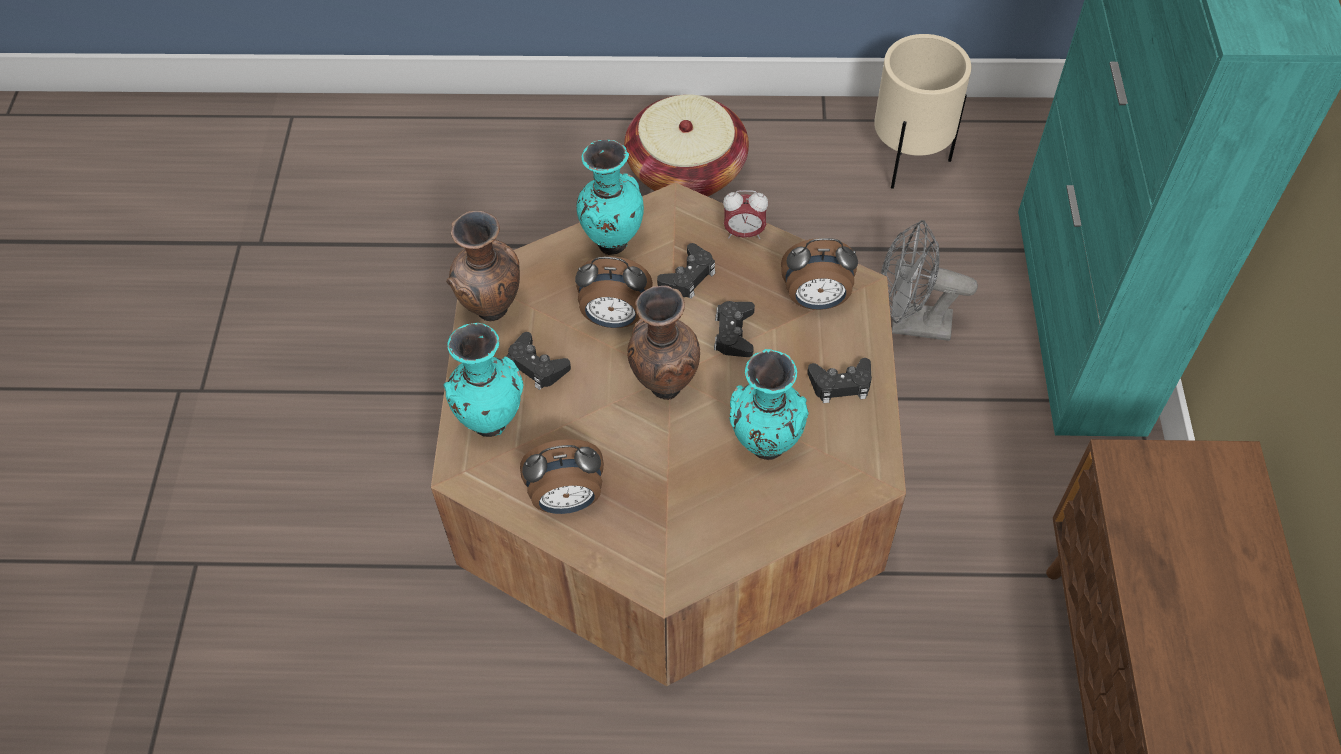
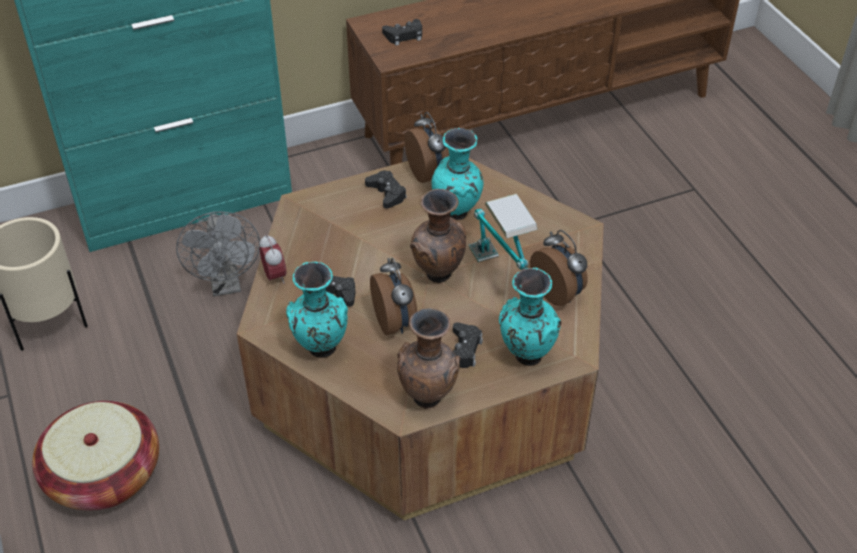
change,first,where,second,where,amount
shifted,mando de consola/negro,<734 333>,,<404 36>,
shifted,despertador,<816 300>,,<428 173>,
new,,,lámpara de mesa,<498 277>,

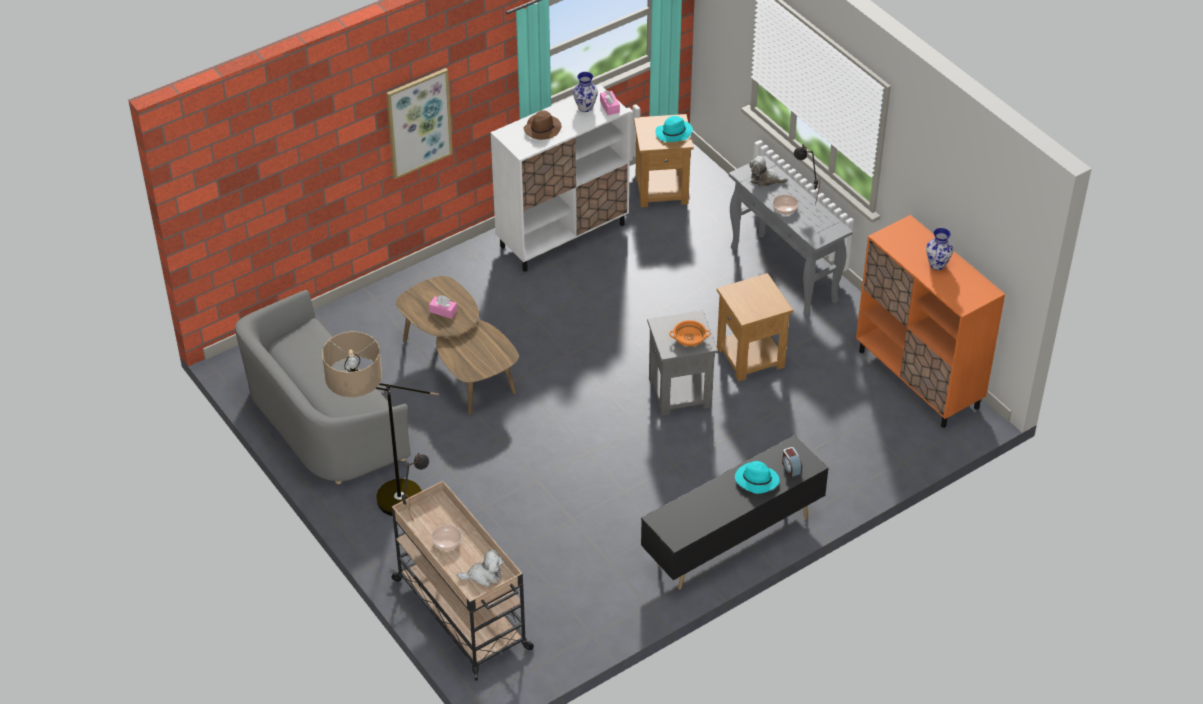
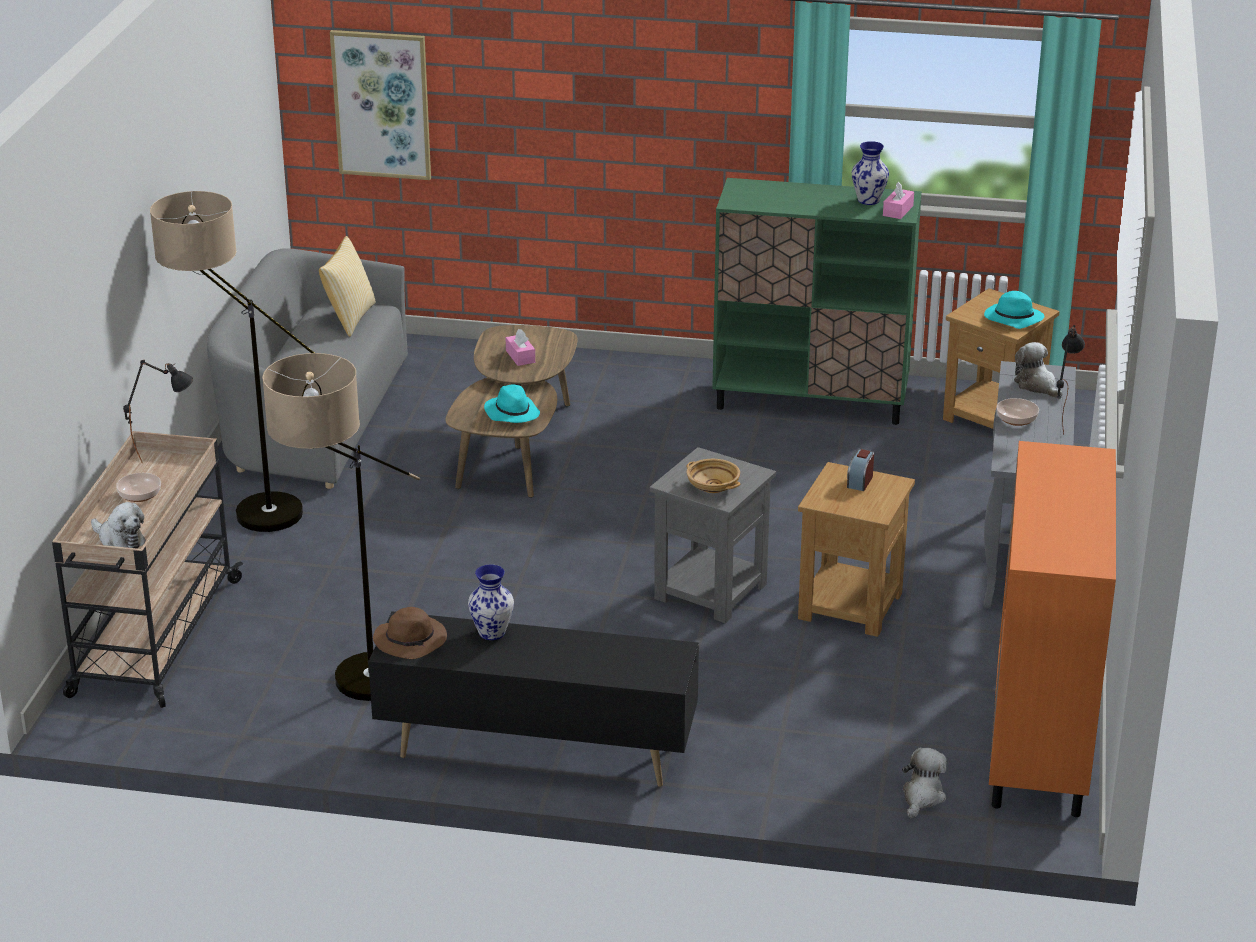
change,first,where,second,where,amount
new,,,lámpara de pie,<351 693>,
new,,,cojín,<349 318>,
shifted,cuadro,<418 122>,,<382 104>,
shifted,sombrero/marrón,<542 128>,,<411 640>,
shifted,florero,<937 265>,,<492 633>,
shifted,sombrero/turquesa,<756 480>,,<511 413>,
repainted,cuenco/naranja,<689 339>,cuenco/beis,<712 486>,
repainted,armario/blanco,<563 235>,armario/verde,<811 401>,
shifted,despertador,<791 468>,,<860 481>,
new,,,peluche,<922 797>,

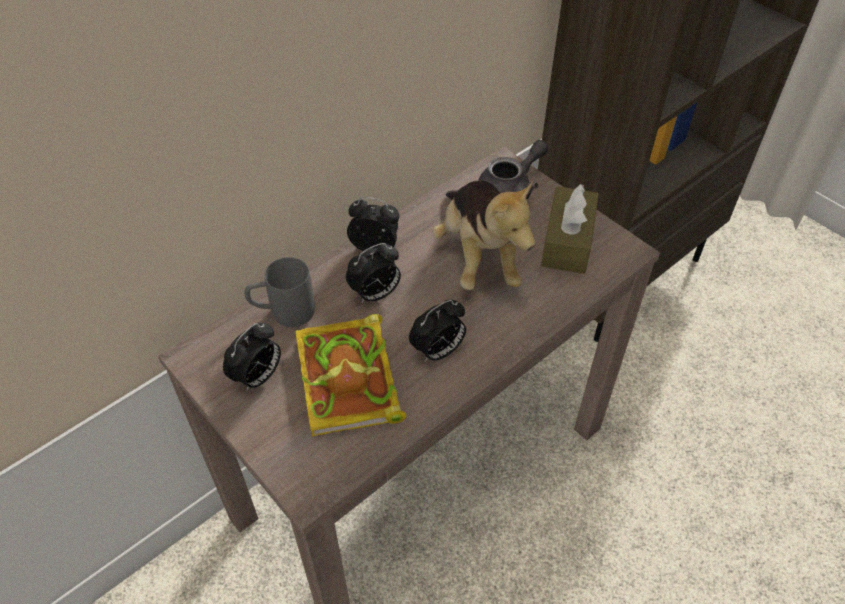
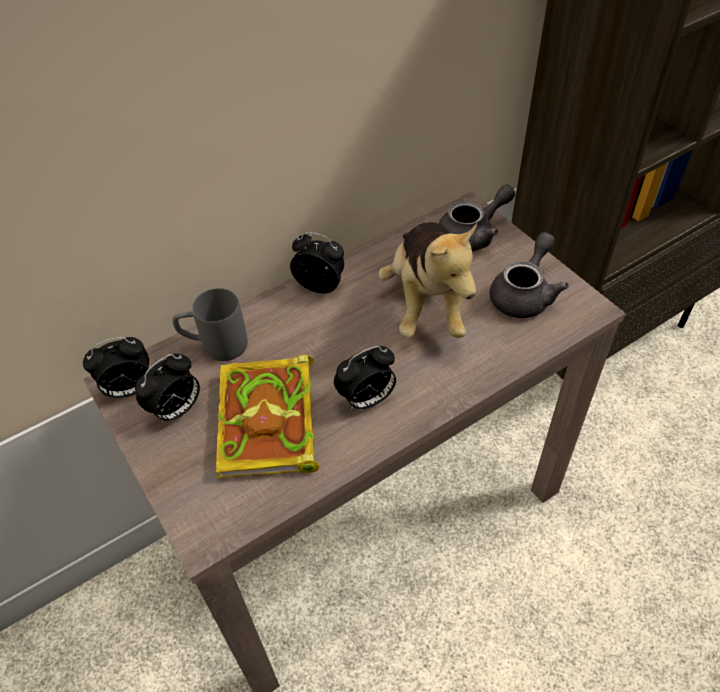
change,first,where,second,where,amount
shifted,despertador,<375 294>,,<129 389>,
swapped,caja de pañuelos/marrón,<567 241>,tetera/gris,<524 294>,

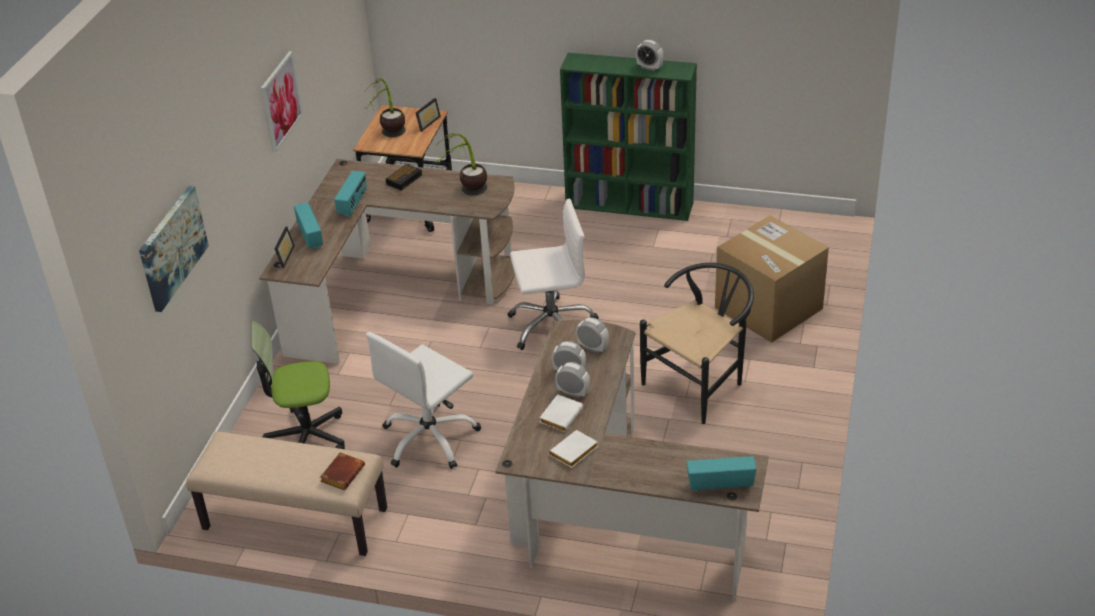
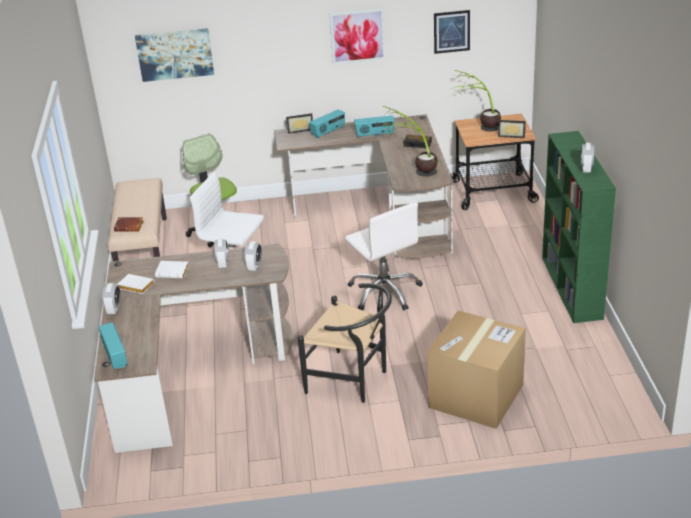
change,first,where,second,where,amount
shifted,despertador,<573 393>,,<114 309>,
new,,,cuadro,<451 31>,

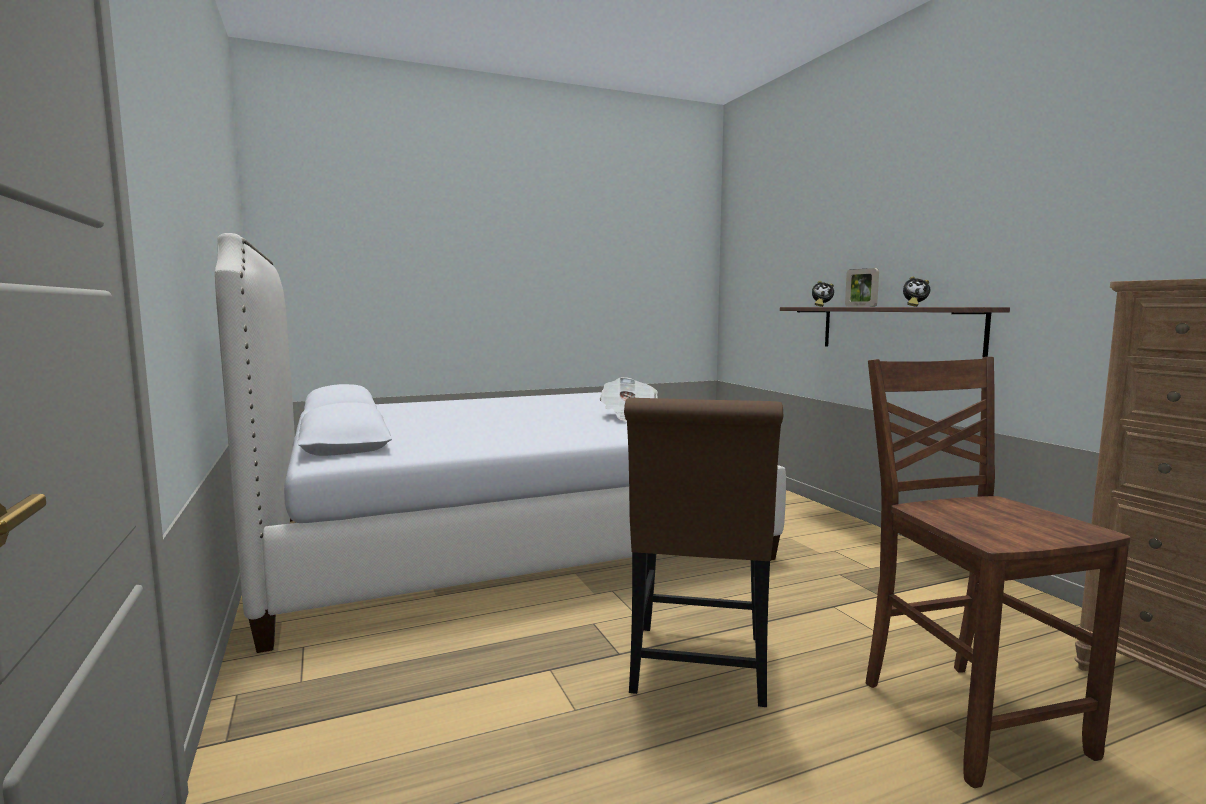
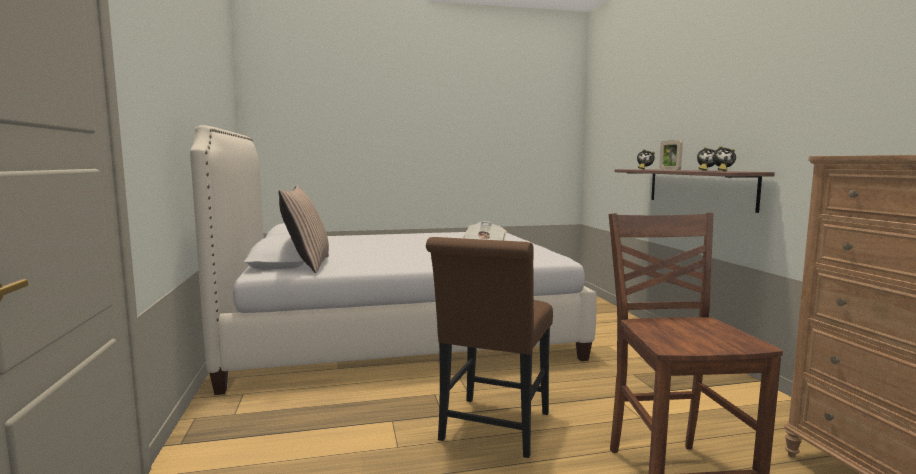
change,first,where,second,where,amount
new,,,cojín,<307 264>,
new,,,despertador,<722 171>,

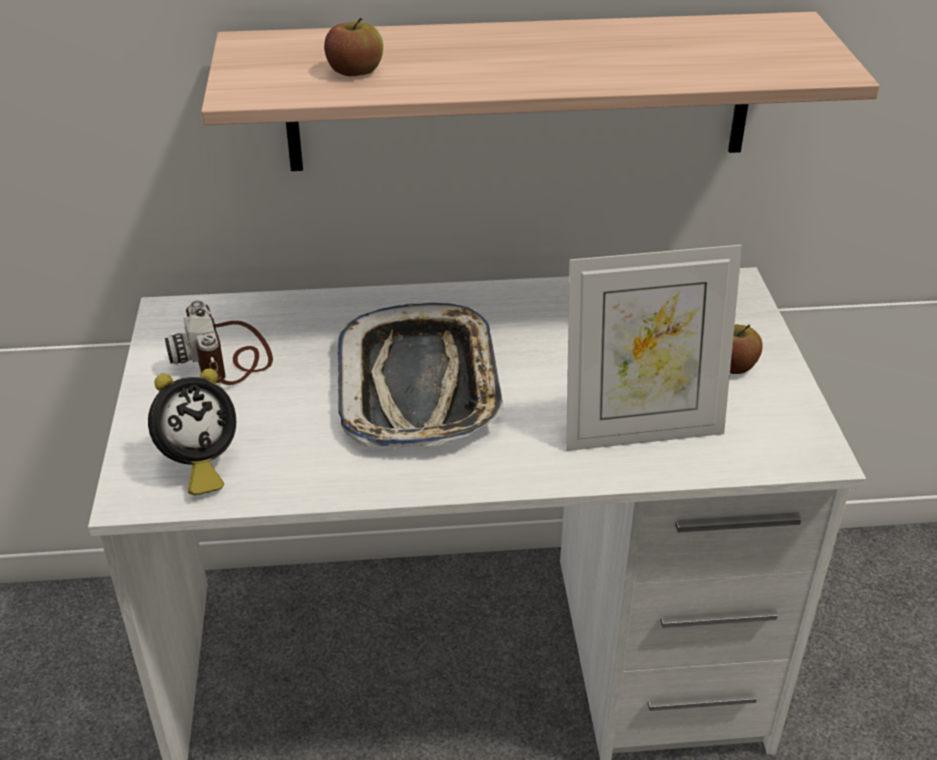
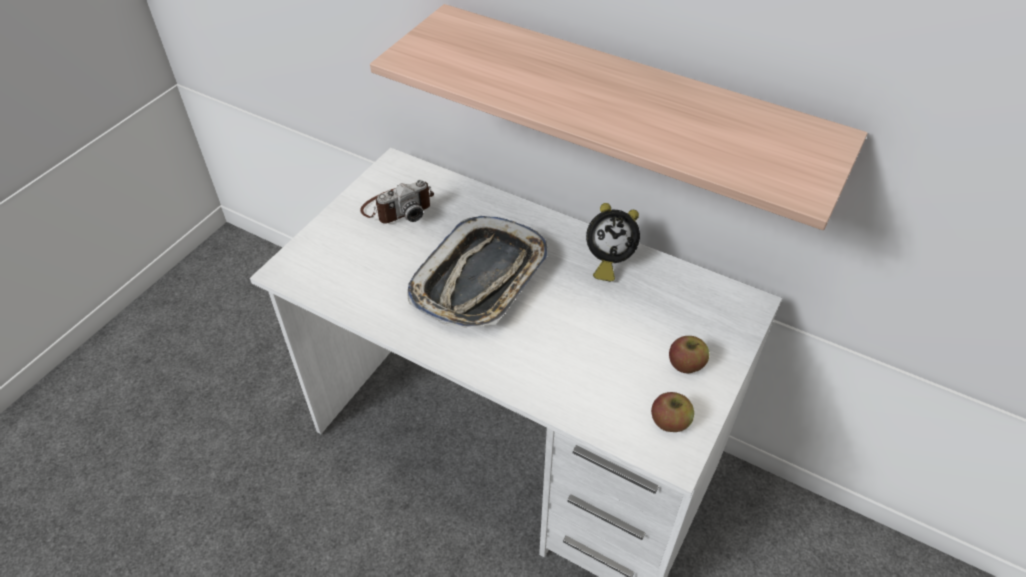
change,first,where,second,where,amount
rotated,cámara,<226 357>,,<398 207>,135 degrees counterclockwise
shifted,despertador,<198 466>,,<607 261>,
shifted,manzana,<355 71>,,<670 421>,
gone,portarretratos,<641 431>,,,

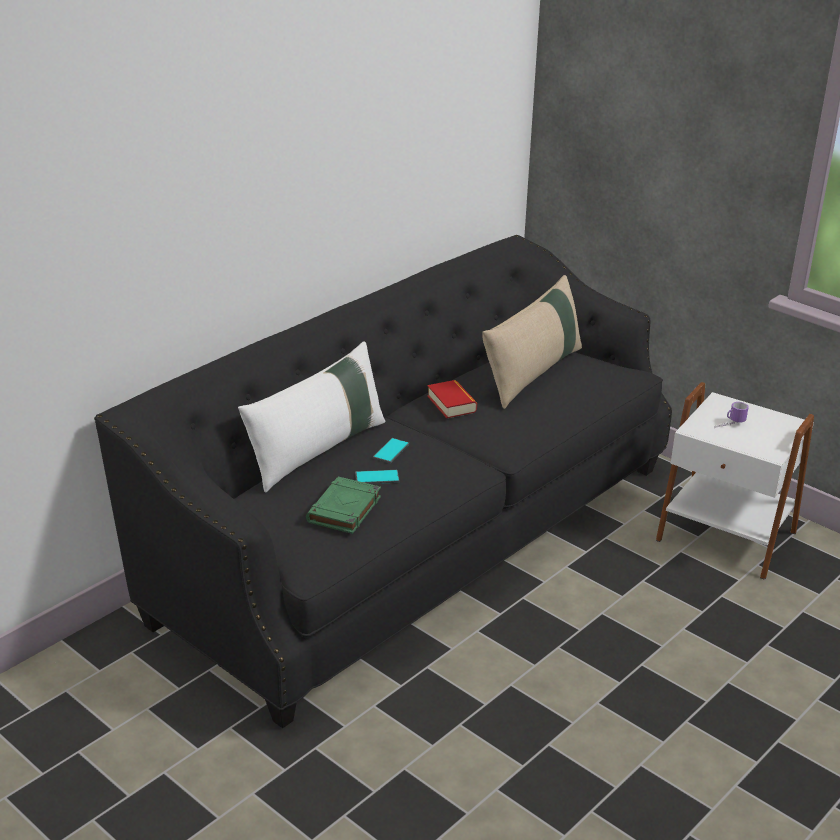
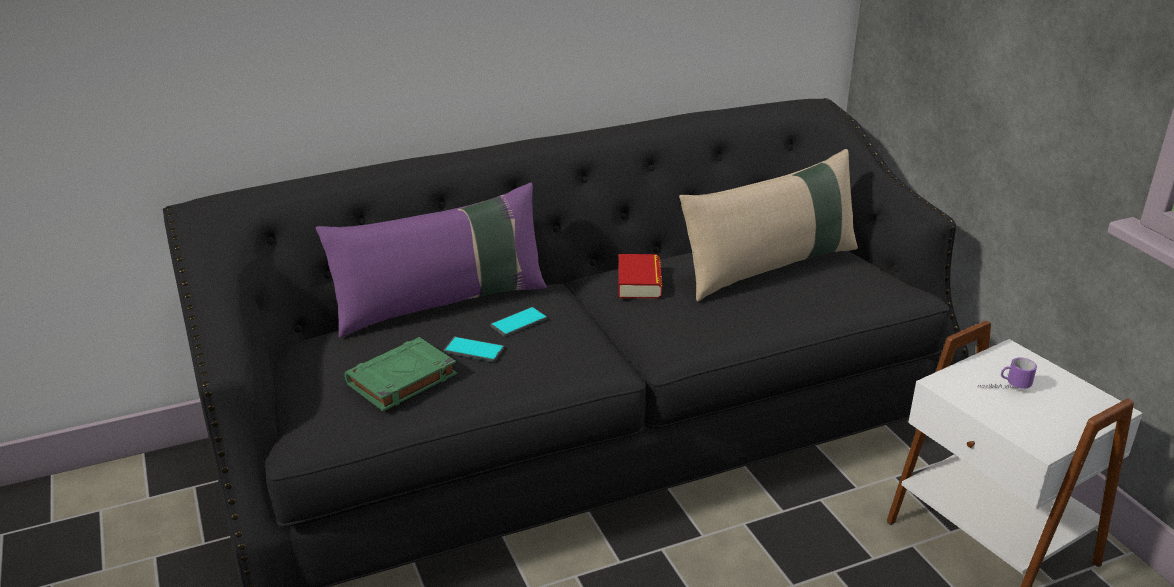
change,first,where,second,where,amount
repainted,cojín/blanco,<317 450>,cojín/morado,<442 303>,

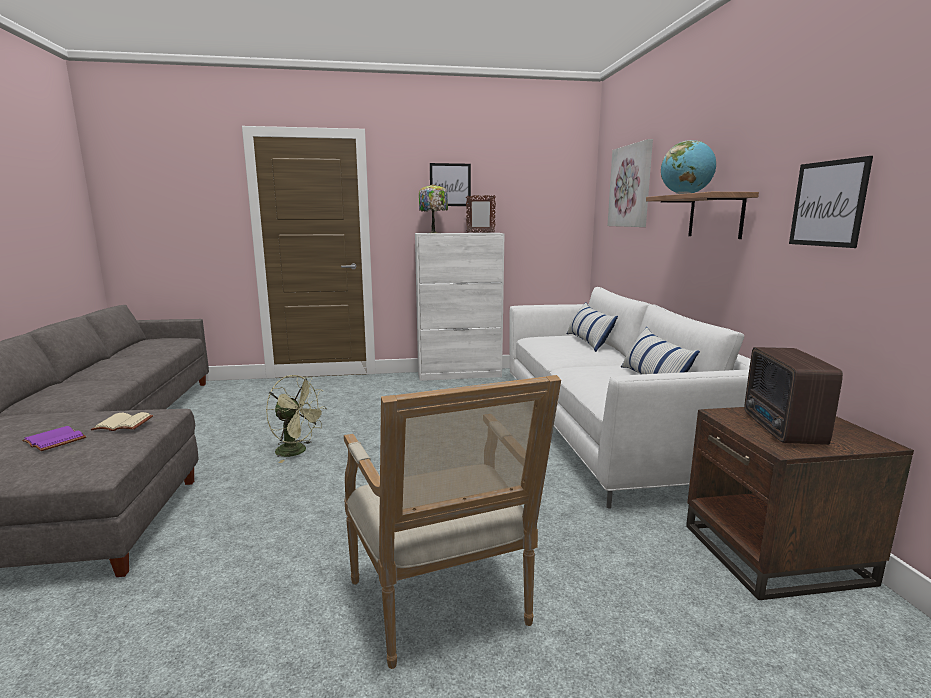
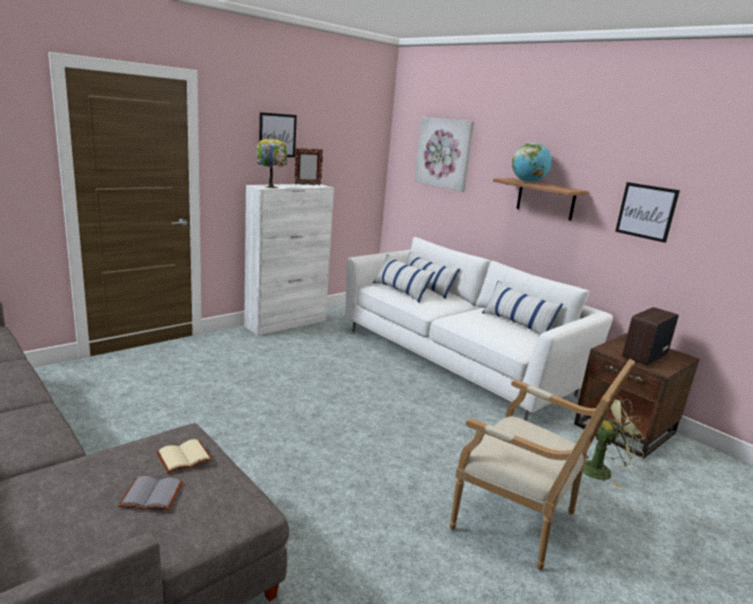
change,first,where,second,where,amount
repainted,libro/morado,<57 440>,libro/gris,<153 494>,
new,,,cojín,<400 291>,
shifted,ventilador/verde,<297 451>,,<601 470>,
rotated,radio,<782 430>,,<643 356>,75 degrees clockwise

